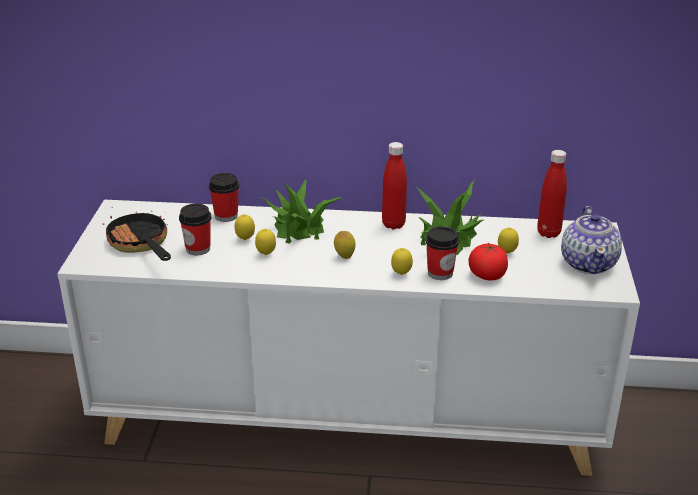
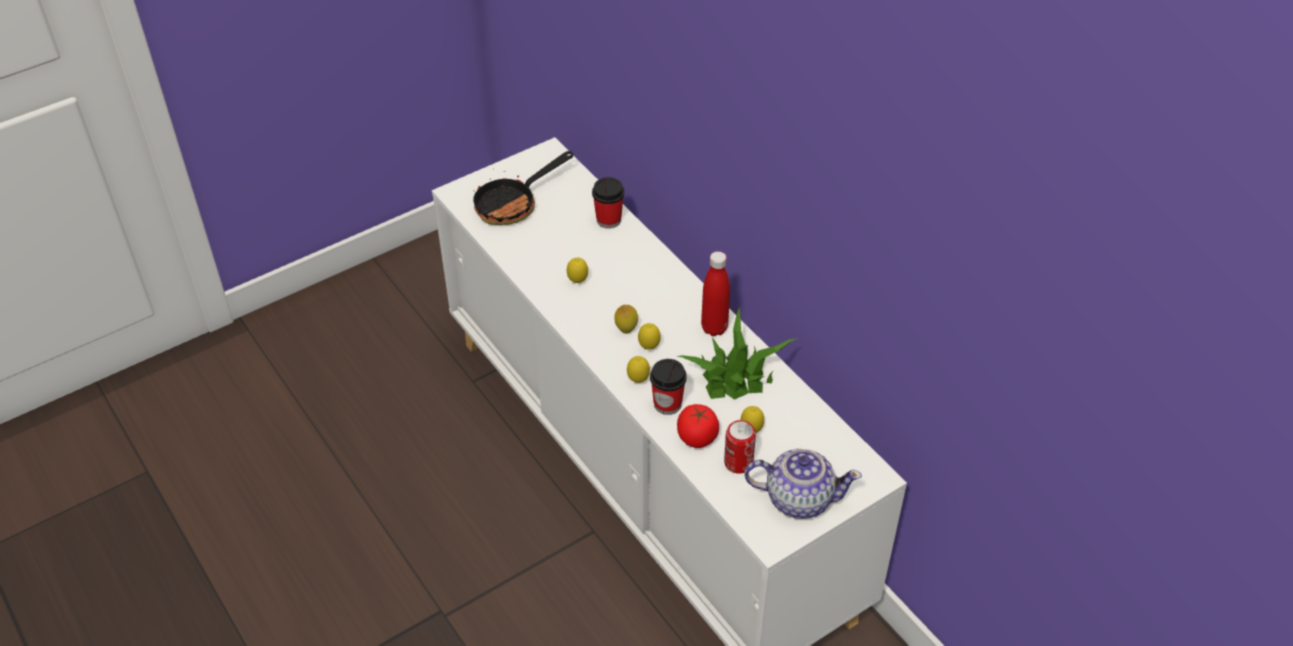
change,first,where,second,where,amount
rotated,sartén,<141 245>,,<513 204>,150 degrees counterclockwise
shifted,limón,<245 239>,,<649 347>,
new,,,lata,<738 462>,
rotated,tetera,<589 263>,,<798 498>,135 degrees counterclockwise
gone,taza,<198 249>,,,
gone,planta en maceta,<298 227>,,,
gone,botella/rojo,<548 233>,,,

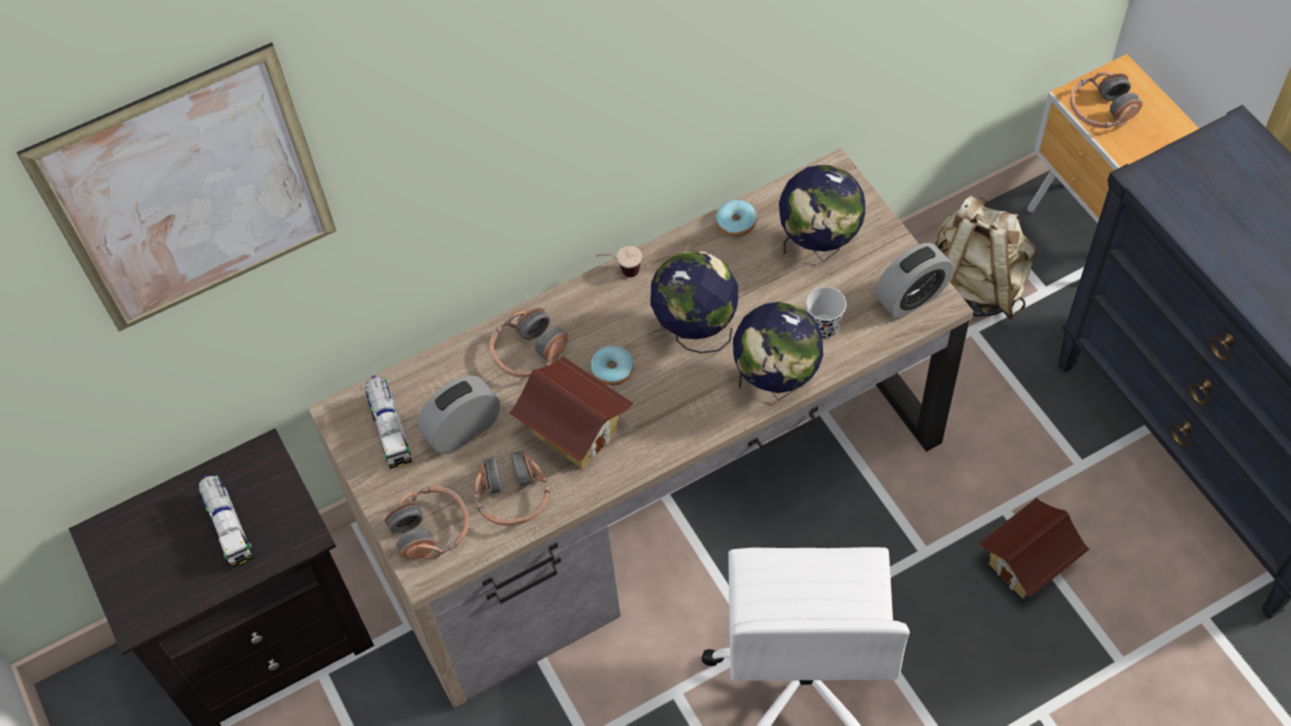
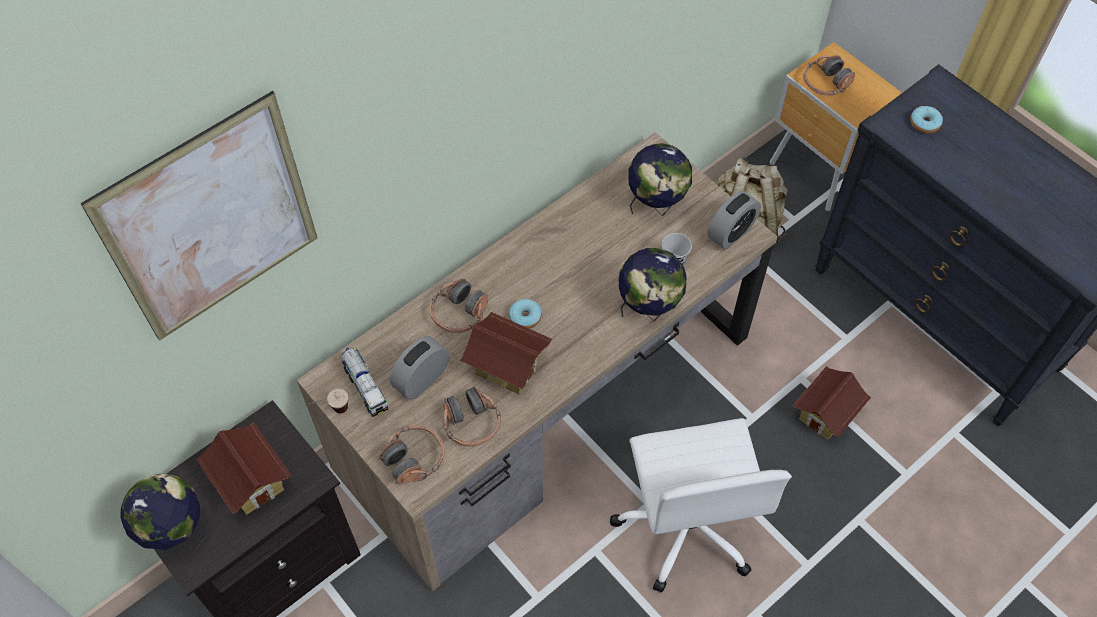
change,first,where,second,where,amount
shifted,globo terráqueo,<695 332>,,<176 532>,
swapped,camión de juguete,<229 527>,casita,<252 482>,
shifted,taza,<620 273>,,<332 411>,
shifted,rosquilla,<736 223>,,<924 124>,

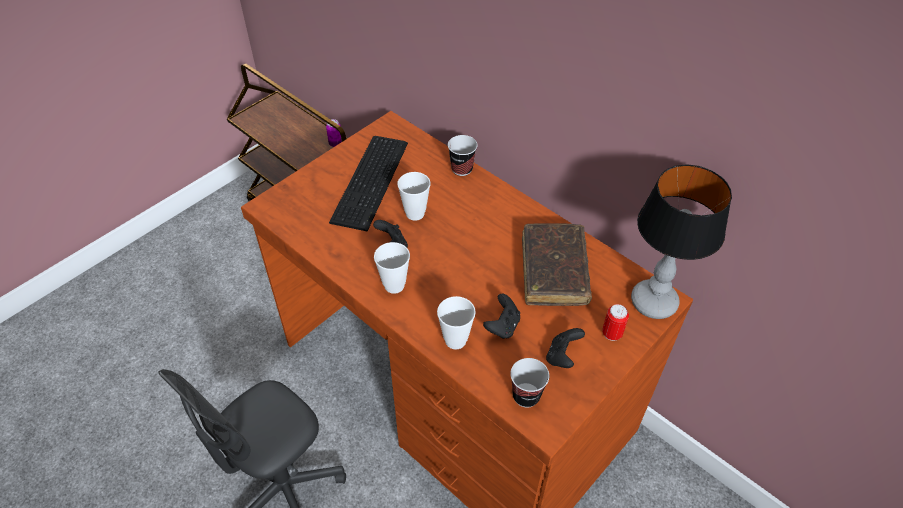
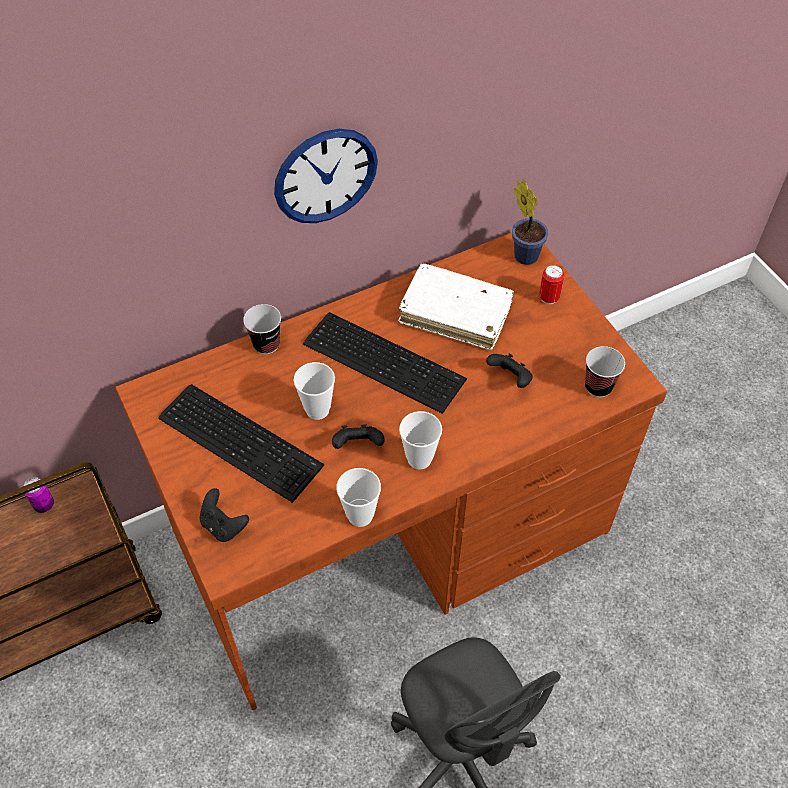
change,first,where,second,where,amount
shifted,mando de consola/negro,<562 356>,,<223 525>,
new,,,reloj de pared,<325 176>,
new,,,teclado,<383 359>,
shifted,taza,<455 340>,,<360 515>,
repainted,libro/marrón,<554 271>,libro/blanco,<455 313>,
swapped,lámpara de mesa,<654 303>,planta en maceta,<524 254>,

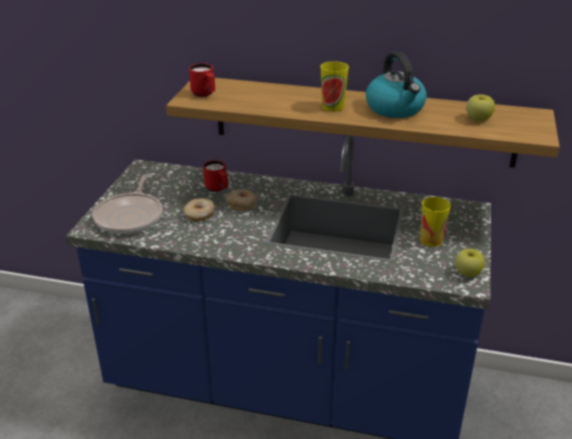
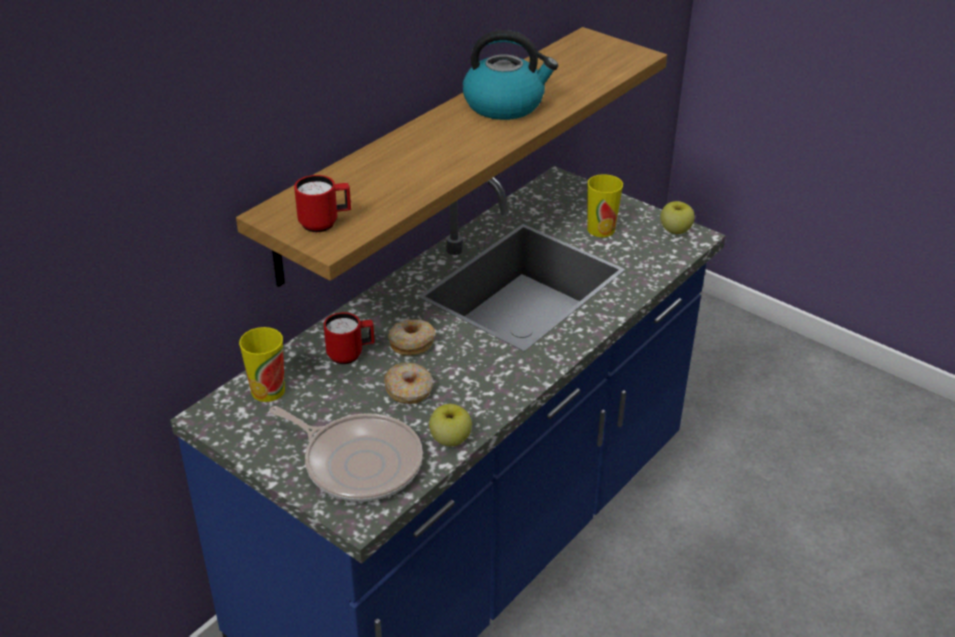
change,first,where,second,where,amount
shifted,taza,<332 107>,,<268 390>,
shifted,manzana,<478 119>,,<450 439>,

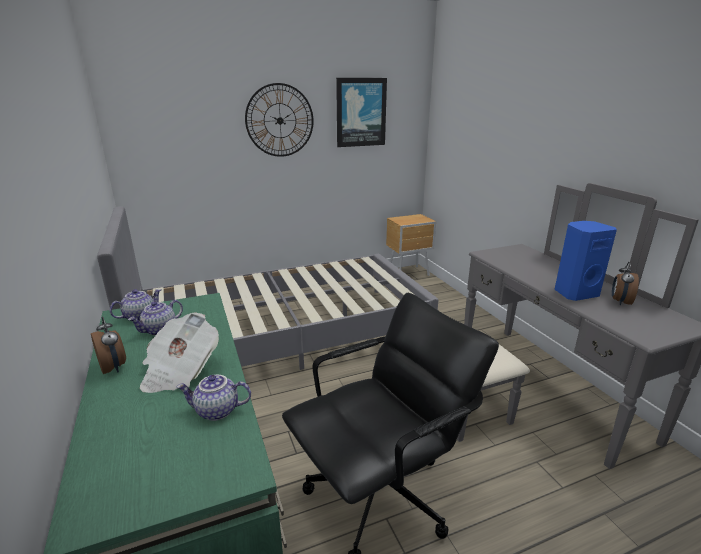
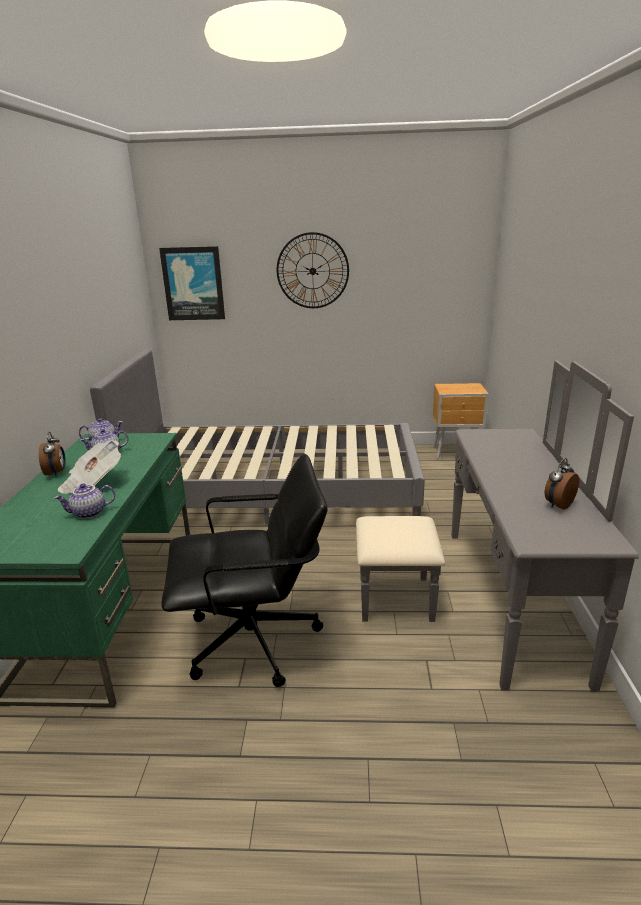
change,first,where,second,where,amount
rotated,tetera,<216 411>,,<88 513>,45 degrees counterclockwise
shifted,cuadro,<361 112>,,<193 284>,
gone,altavoz/azul,<574 293>,,,

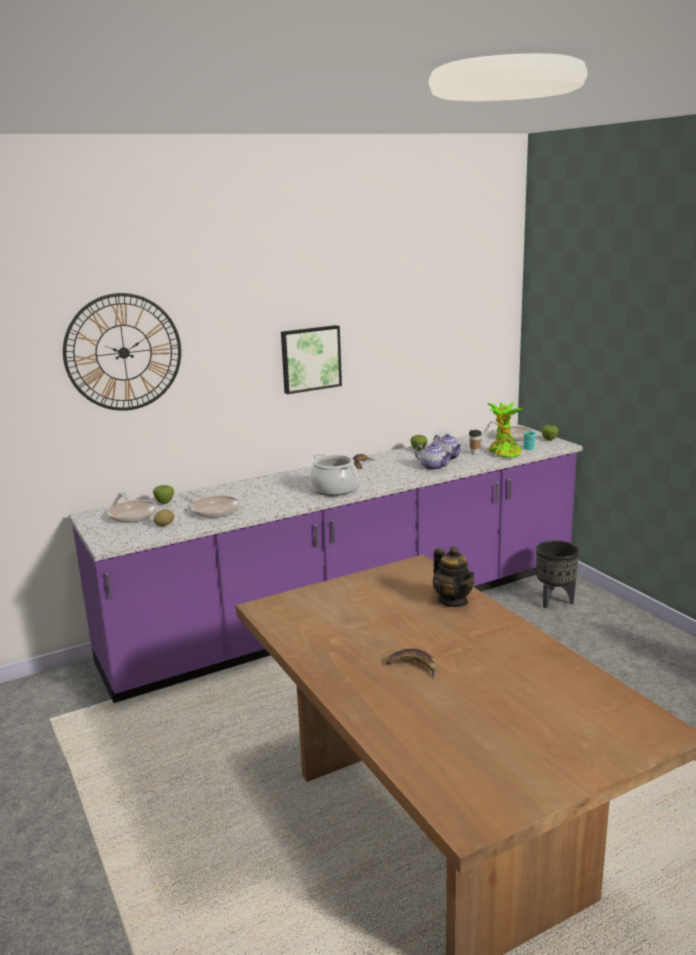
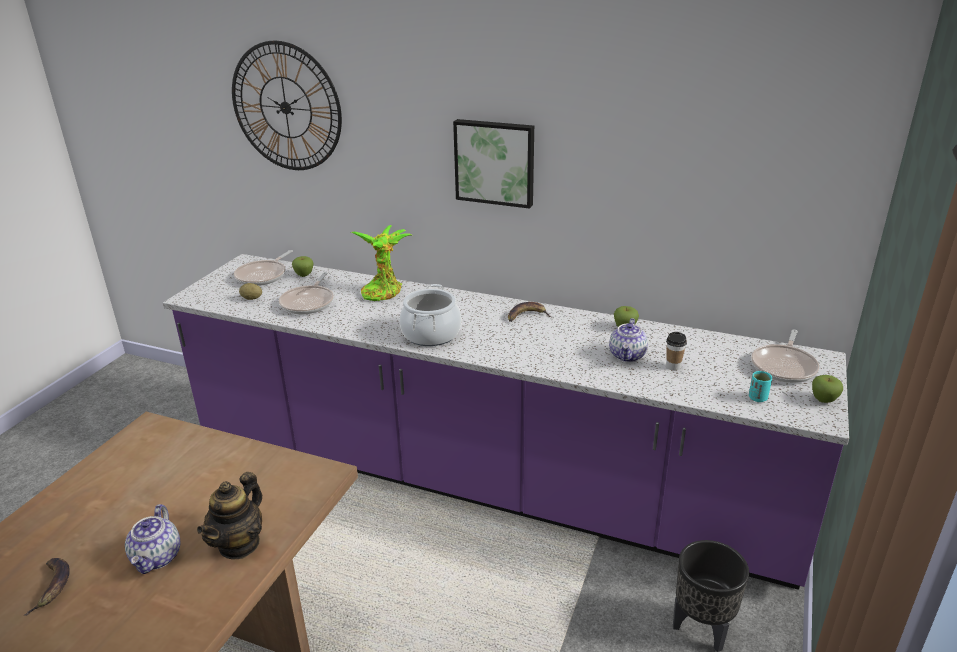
change,first,where,second,where,amount
shifted,tetera,<433 467>,,<158 558>,
shifted,planta en maceta,<503 453>,,<383 291>,

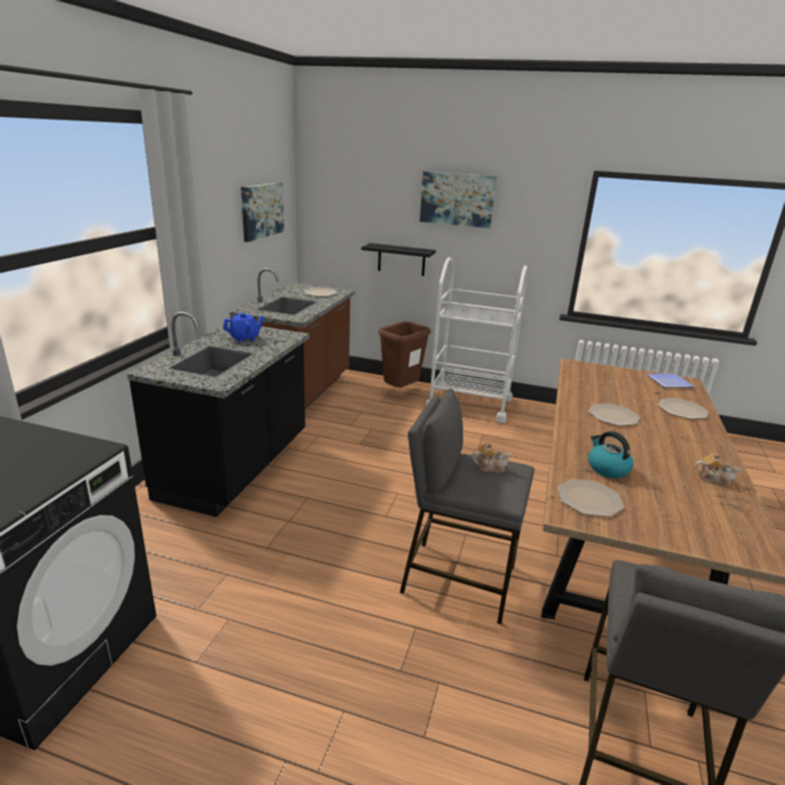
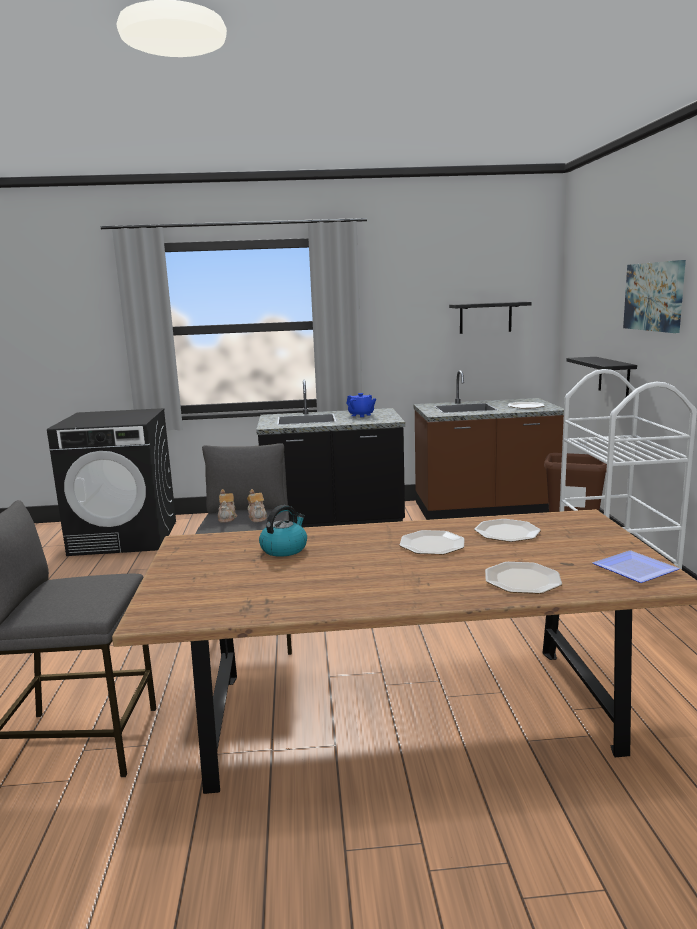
change,first,where,second,where,amount
shifted,tetera,<713 479>,,<227 517>,
swapped,cuadro,<262 210>,estante/negro,<485 317>,
shifted,plato,<589 499>,,<507 532>,

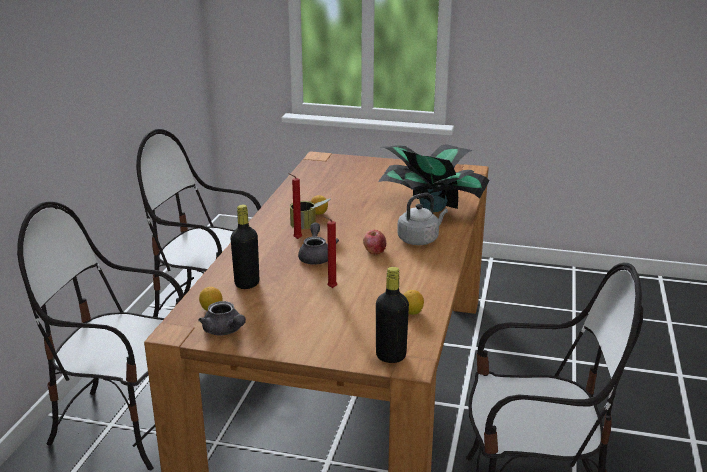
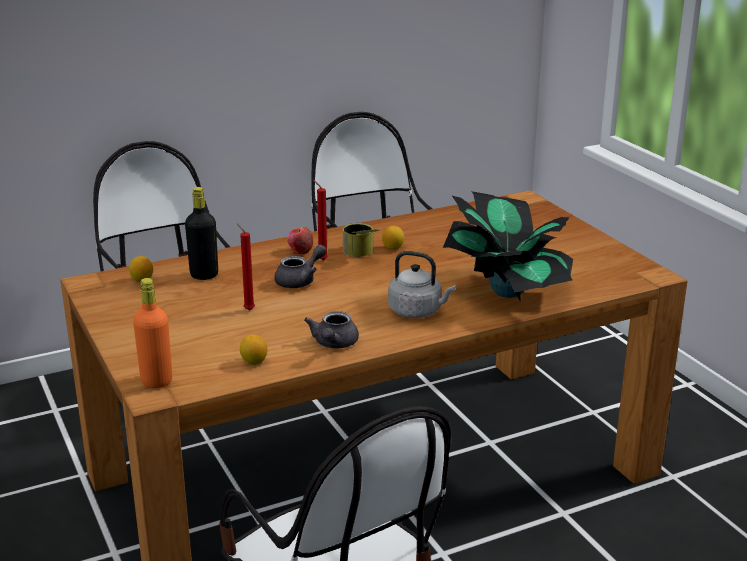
change,first,where,second,where,amount
repainted,botella/negro,<391 356>,botella/naranja,<156 381>,
shifted,manzana,<374 251>,,<300 250>,
shifted,tetera/gris,<225 331>,,<333 344>,

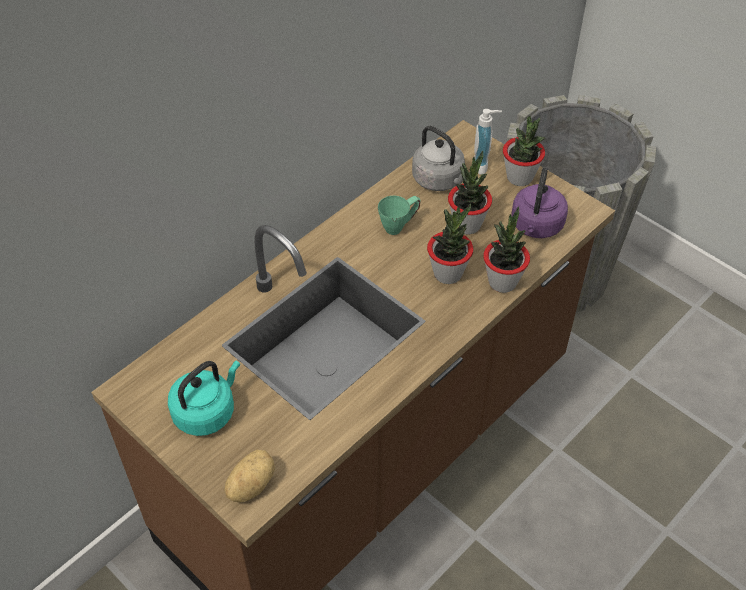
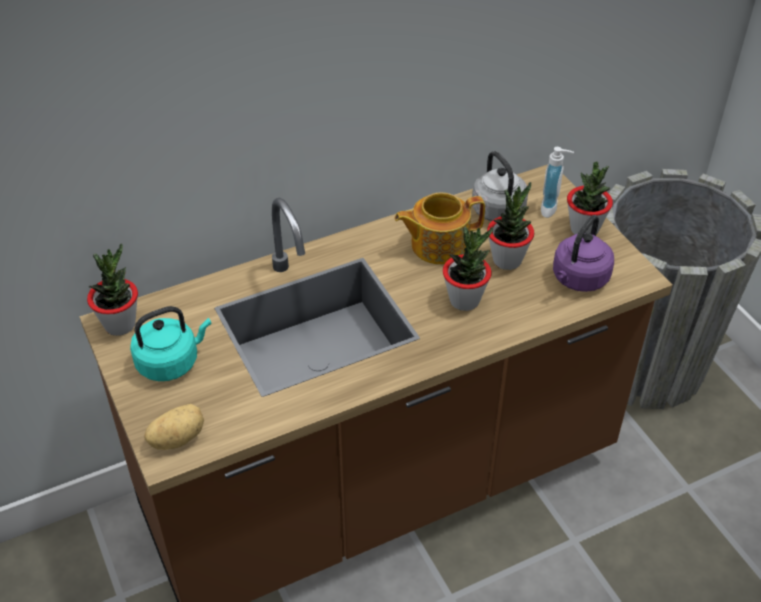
change,first,where,second,where,amount
shifted,planta en maceta,<502 282>,,<120 324>,
swapped,taza grande/verde,<399 226>,tetera,<438 245>,

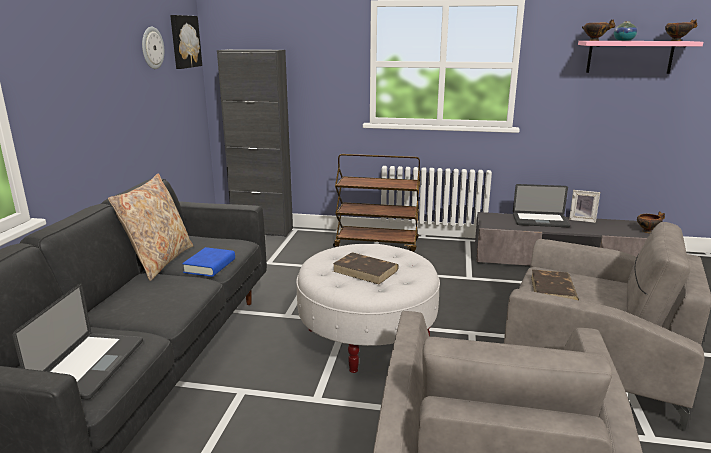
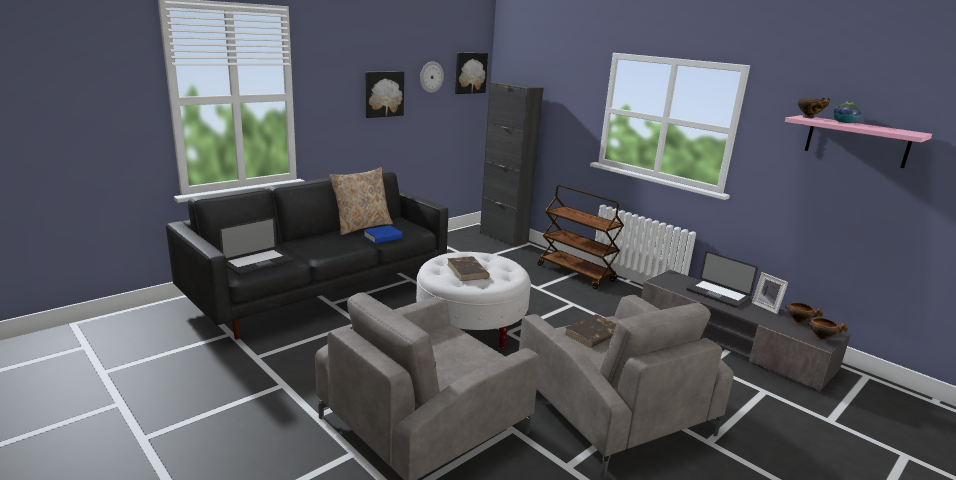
change,first,where,second,where,amount
new,,,cuadro,<383 94>,
shifted,cuenco,<677 41>,,<799 322>,

